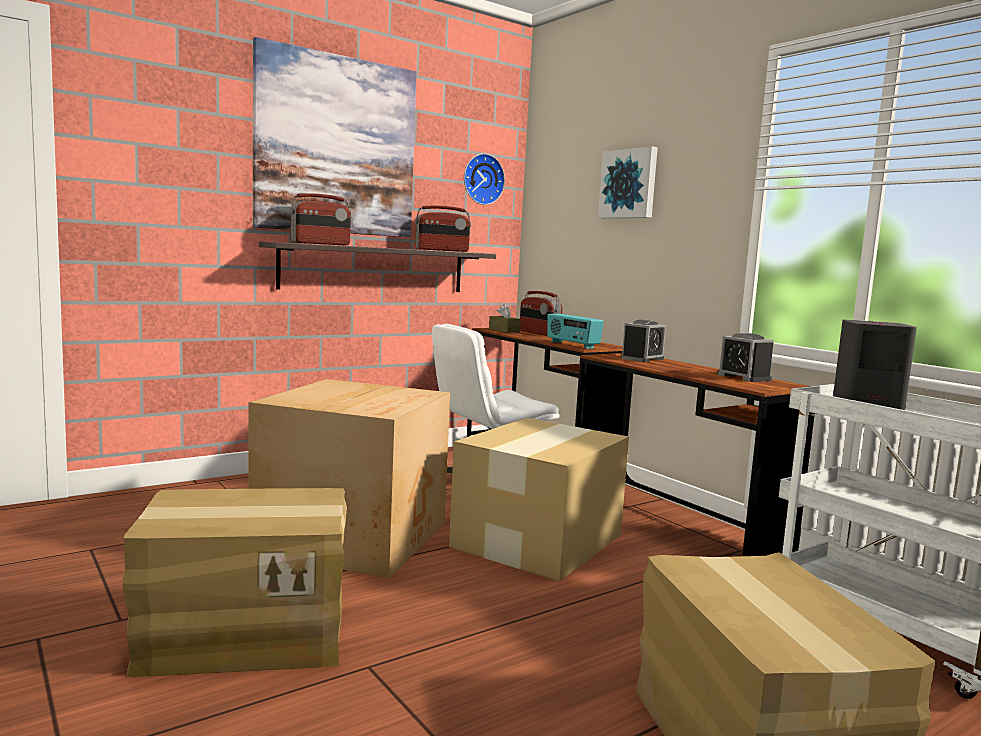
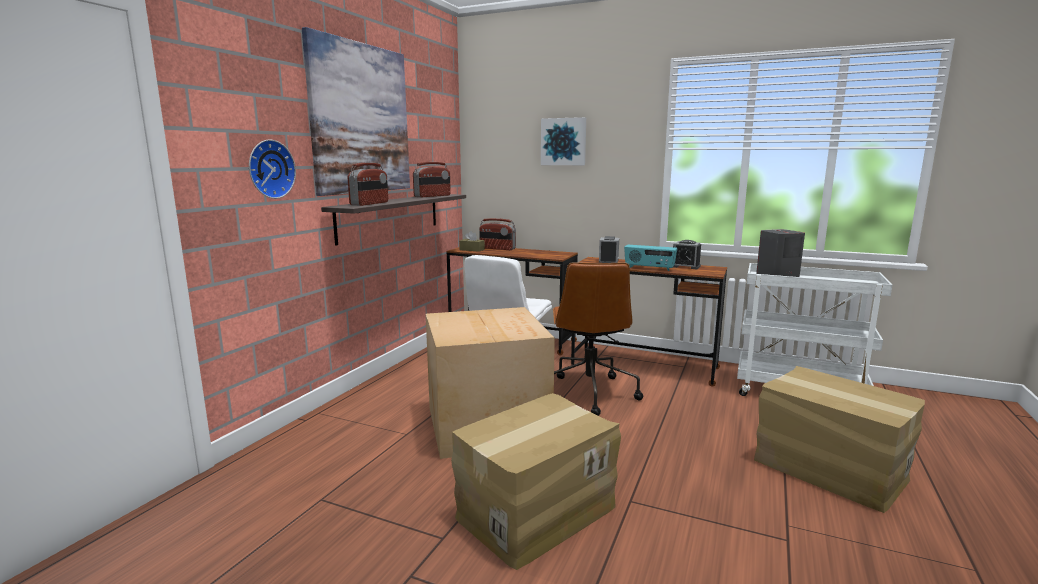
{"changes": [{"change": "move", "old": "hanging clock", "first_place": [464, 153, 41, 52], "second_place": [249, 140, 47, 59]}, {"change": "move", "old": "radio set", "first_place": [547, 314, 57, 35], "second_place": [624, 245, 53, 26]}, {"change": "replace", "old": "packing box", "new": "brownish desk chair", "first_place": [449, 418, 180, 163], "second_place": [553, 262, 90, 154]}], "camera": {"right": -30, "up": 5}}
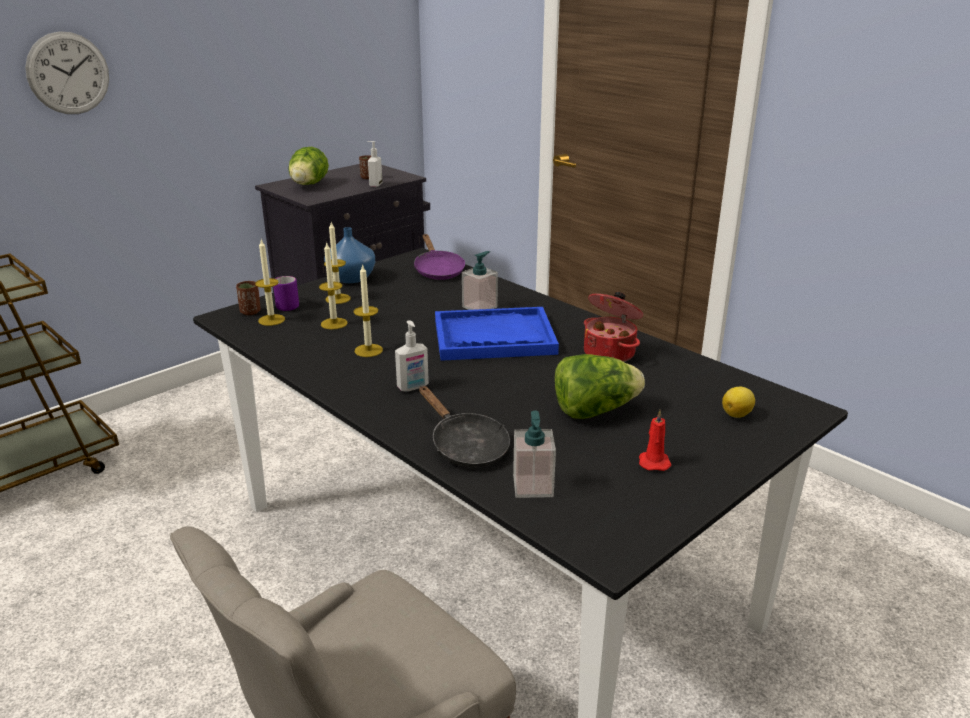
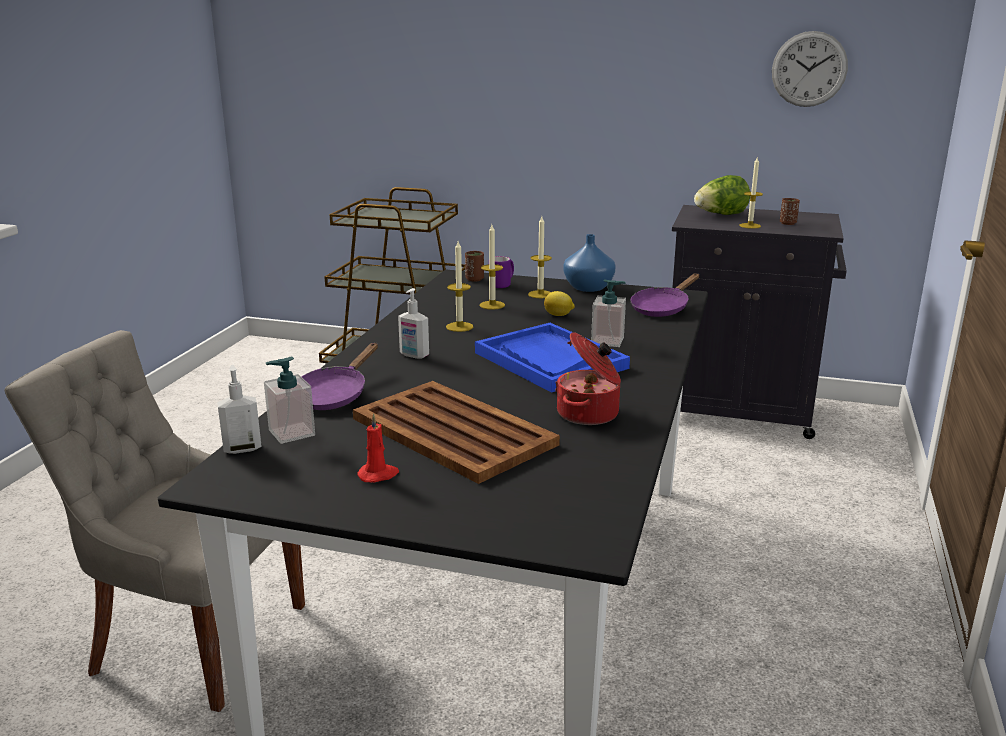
{"changes": [{"change": "move", "old": "hanging clock", "first_place": [25, 31, 84, 83], "second_place": [772, 31, 76, 76]}, {"change": "move", "old": "wax candle", "first_place": [255, 240, 30, 86], "second_place": [739, 156, 24, 73]}, {"change": "move", "old": "soap dispenser", "first_place": [367, 141, 15, 46], "second_place": [217, 365, 45, 89]}, {"change": "move", "old": "citrus fruit", "first_place": [722, 387, 33, 31], "second_place": [544, 291, 31, 25]}, {"change": "replace", "old": "lettuce", "new": "brownish serving tray", "first_place": [555, 354, 90, 65], "second_place": [353, 381, 207, 103]}, {"change": "recolor", "old": "blackish skillet", "new": "purple-coloured skillet", "first_place": [419, 386, 91, 82], "second_place": [301, 343, 77, 67]}], "camera": {"right": 60, "up": -5}}
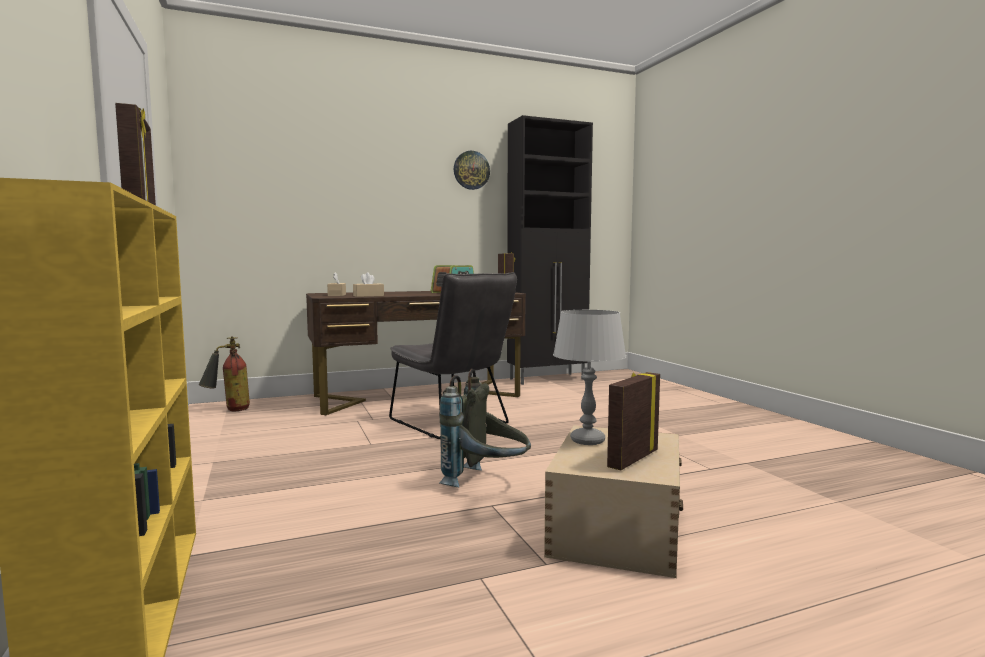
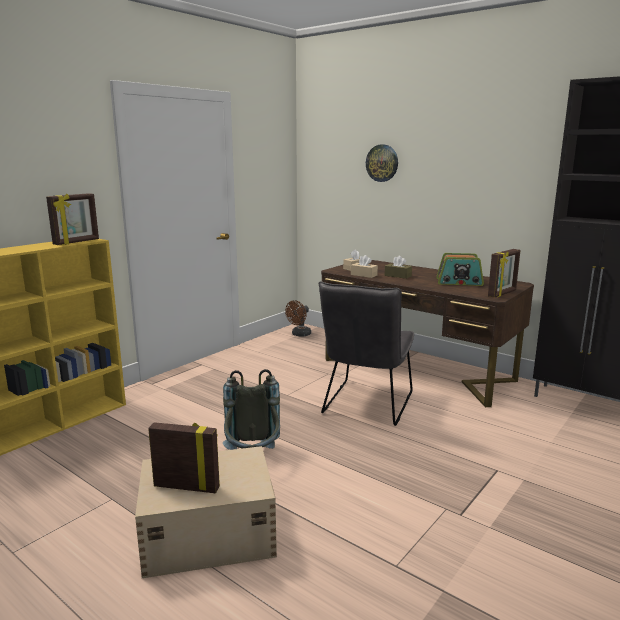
{"changes": [{"change": "delete", "old": "gray lamp for a table", "first_place": [553, 310, 73, 135]}, {"change": "insert", "new": "brownish tissue holder", "second_place": [385, 256, 27, 23]}, {"change": "move", "old": "hanging clock", "first_place": [454, 151, 36, 39], "second_place": [366, 145, 32, 37]}, {"change": "replace", "old": "extinguisher", "new": "brownish electric fan", "first_place": [199, 336, 51, 75], "second_place": [285, 300, 26, 37]}], "camera": {"right": 60, "up": 10}}
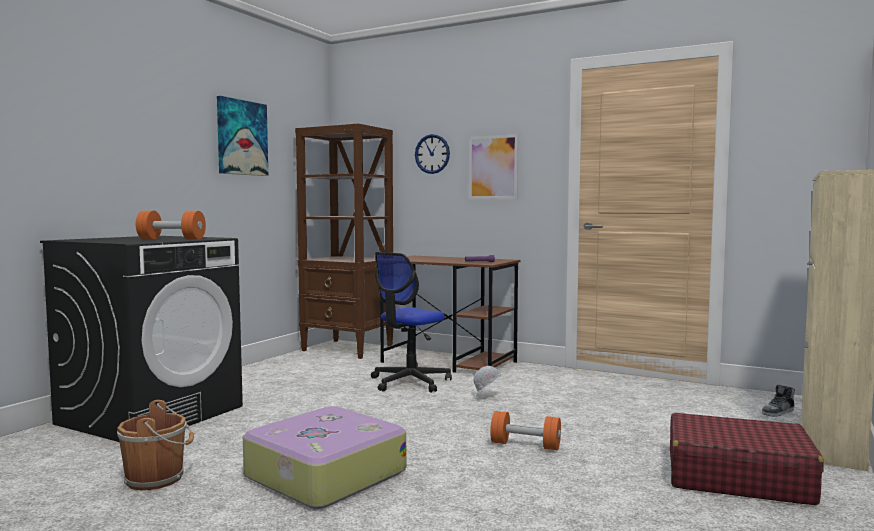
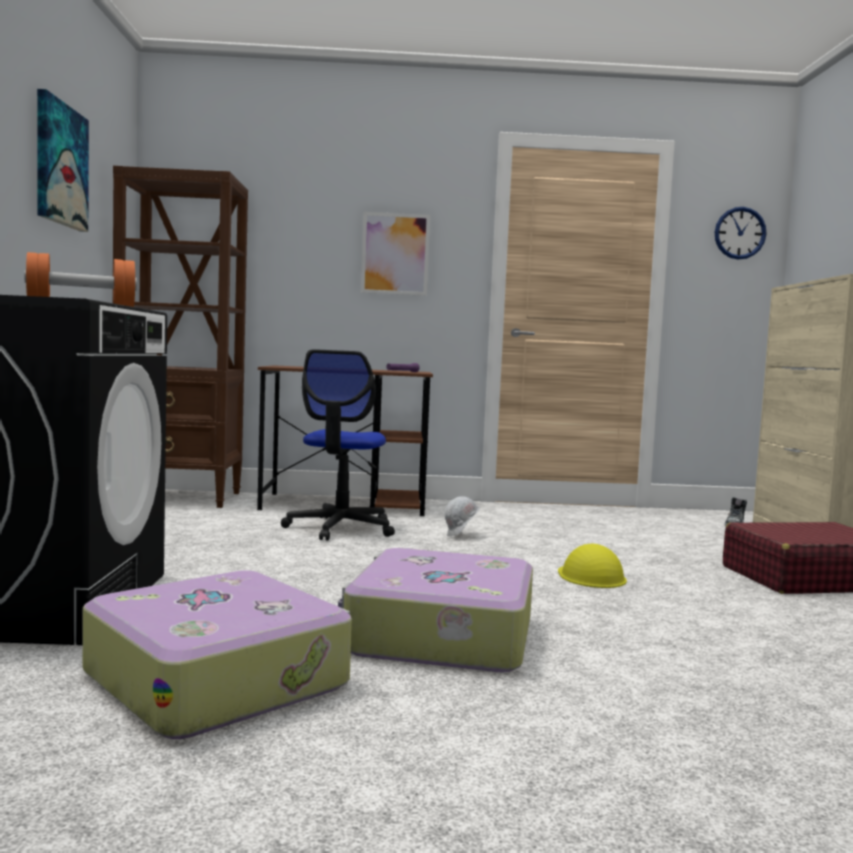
{"changes": [{"change": "move", "old": "hanging clock", "first_place": [415, 134, 35, 40], "second_place": [715, 207, 51, 53]}, {"change": "replace", "old": "brownish bucket", "new": "travel case", "first_place": [117, 400, 77, 91], "second_place": [82, 570, 270, 169]}, {"change": "replace", "old": "orange-coloured dumbbell", "new": "yellowish safety helmet", "first_place": [490, 411, 71, 39], "second_place": [558, 543, 69, 45]}], "camera": {"right": -30, "up": 0}}
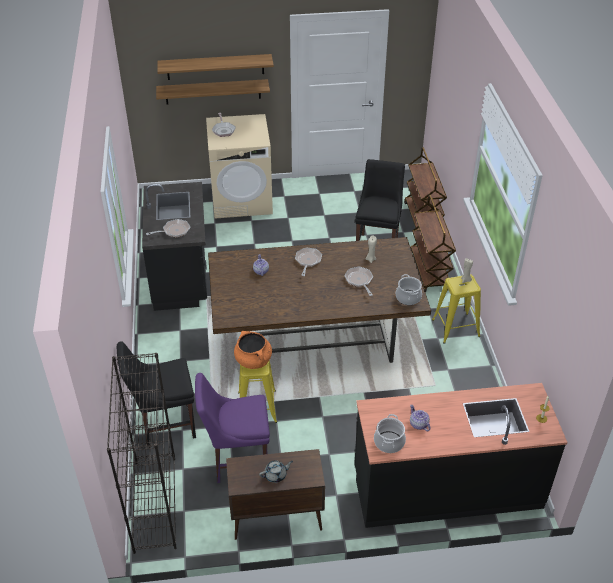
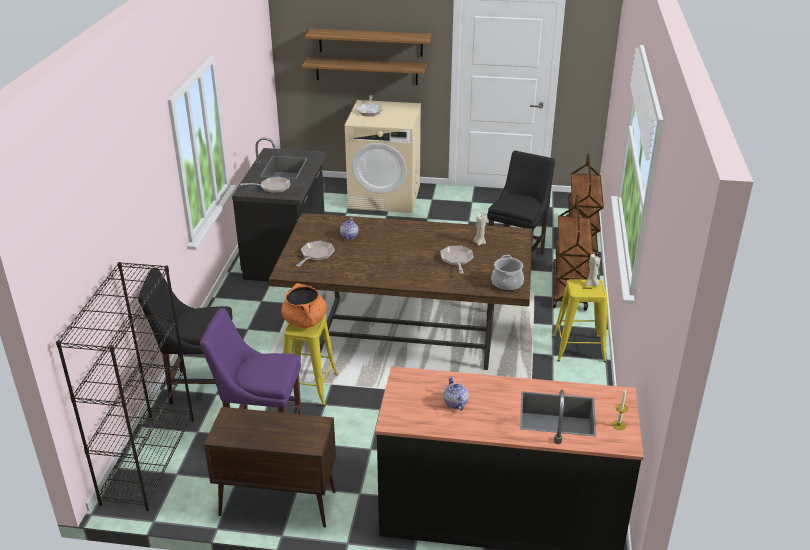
{"changes": [{"change": "delete", "old": "gray tea pot", "first_place": [259, 460, 34, 23]}, {"change": "delete", "old": "cooking pot", "first_place": [374, 414, 32, 39]}, {"change": "move", "old": "skillet", "first_place": [295, 248, 27, 28], "second_place": [296, 241, 39, 26]}], "camera": {"right": 15, "up": -10}}
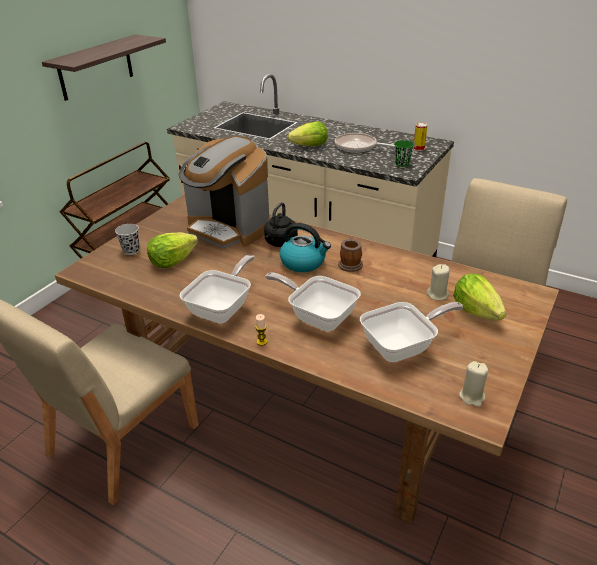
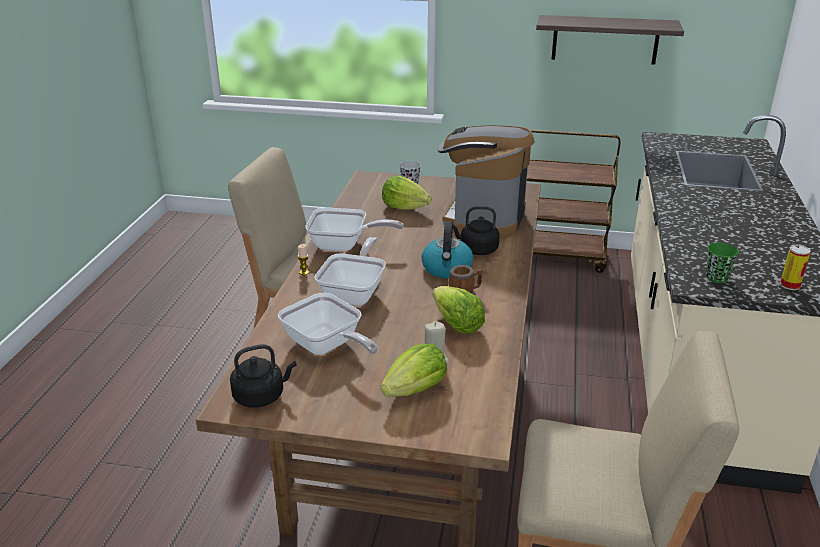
{"changes": [{"change": "delete", "old": "skillet", "first_place": [335, 133, 60, 20]}, {"change": "move", "old": "lettuce", "first_place": [287, 122, 41, 24], "second_place": [433, 286, 52, 48]}, {"change": "replace", "old": "beige-coloured wax candle", "new": "blackish kettle", "first_place": [459, 361, 29, 46], "second_place": [230, 344, 67, 64]}], "camera": {"right": 70, "up": -5}}
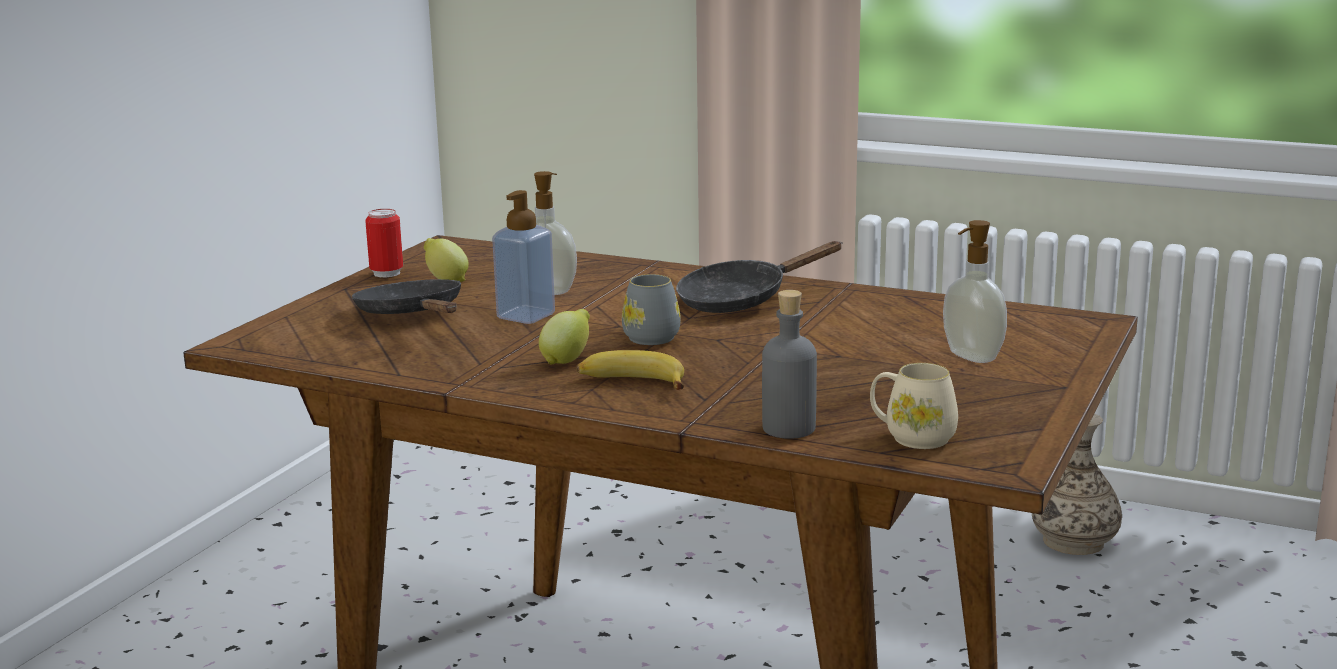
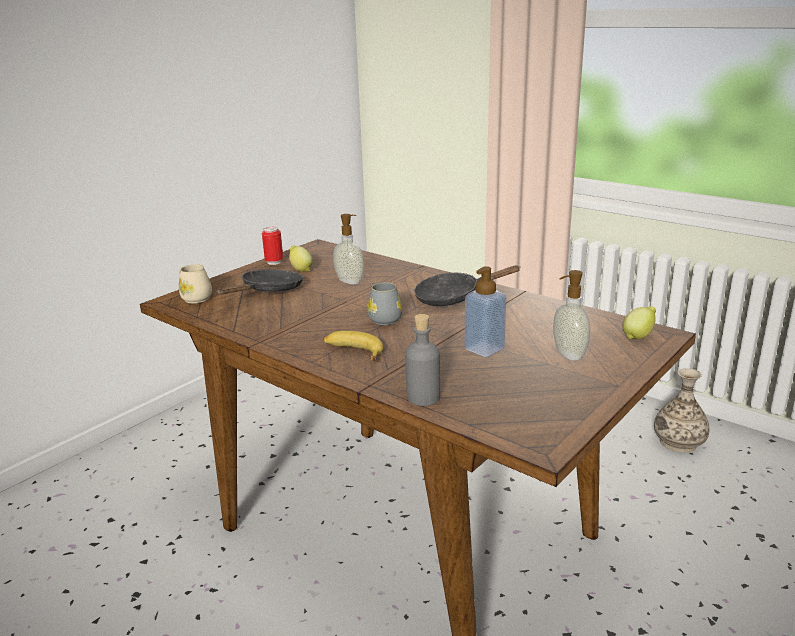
{"changes": [{"change": "move", "old": "soap dispenser", "first_place": [492, 190, 63, 134], "second_place": [465, 266, 41, 91]}, {"change": "move", "old": "citrus fruit", "first_place": [539, 309, 51, 56], "second_place": [623, 306, 33, 33]}, {"change": "move", "old": "beige-coloured coffee mug", "first_place": [870, 363, 88, 86], "second_place": [179, 264, 33, 39]}, {"change": "rotate", "old": "blackish skillet", "first_place": [352, 279, 109, 35], "second_place": [216, 270, 87, 25], "degrees": 45}], "camera": {"right": 15, "up": 5}}
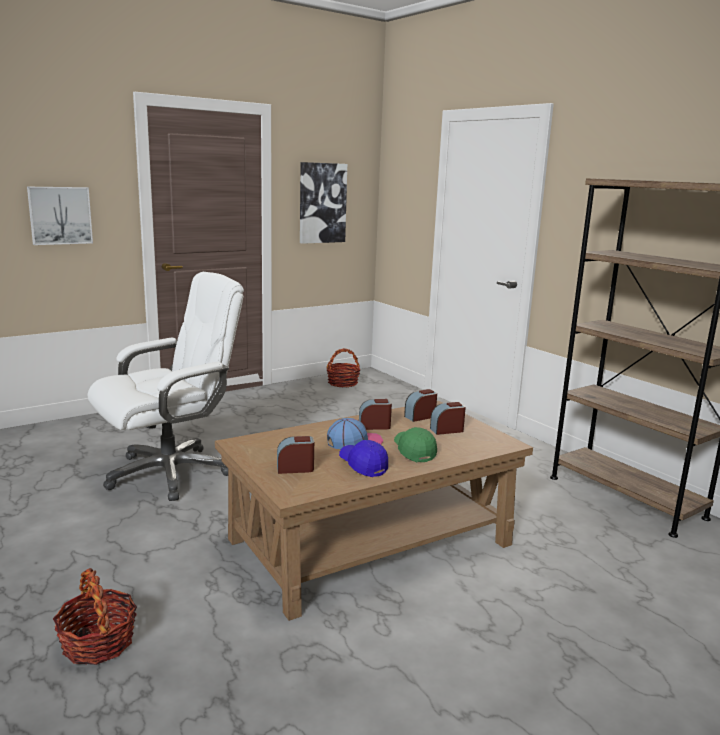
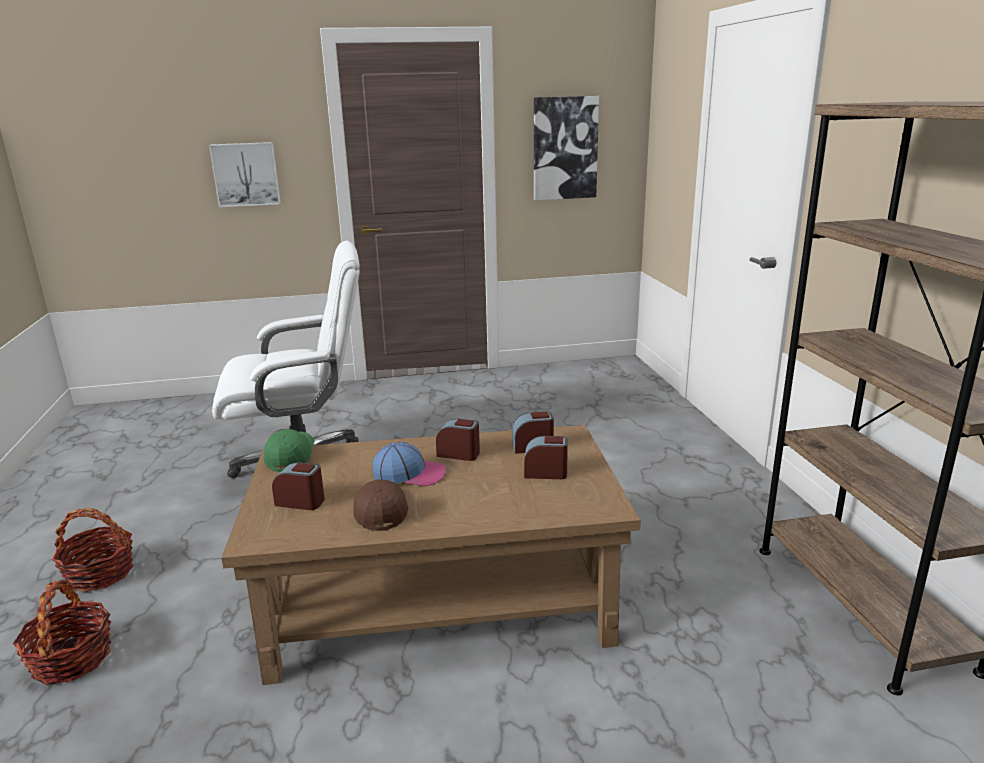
{"changes": [{"change": "move", "old": "storage basket", "first_place": [327, 348, 33, 39], "second_place": [52, 508, 82, 84]}, {"change": "move", "old": "green baseball cap", "first_place": [394, 427, 43, 35], "second_place": [264, 429, 50, 43]}, {"change": "recolor", "old": "bluish baseball cap", "new": "brownish baseball cap", "first_place": [339, 440, 49, 37], "second_place": [353, 479, 55, 52]}], "camera": {"right": 25, "up": 5}}
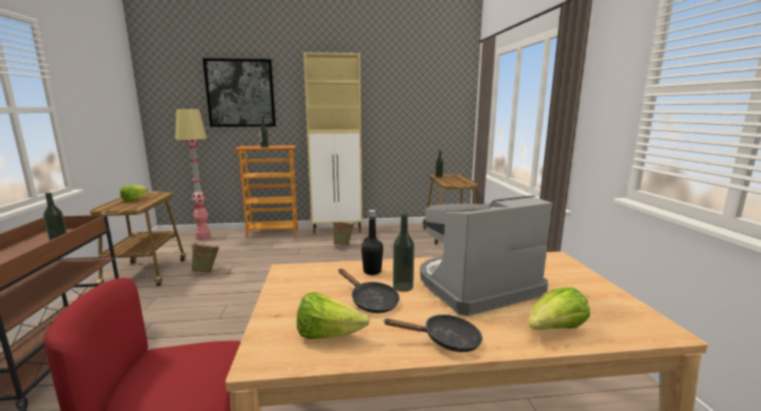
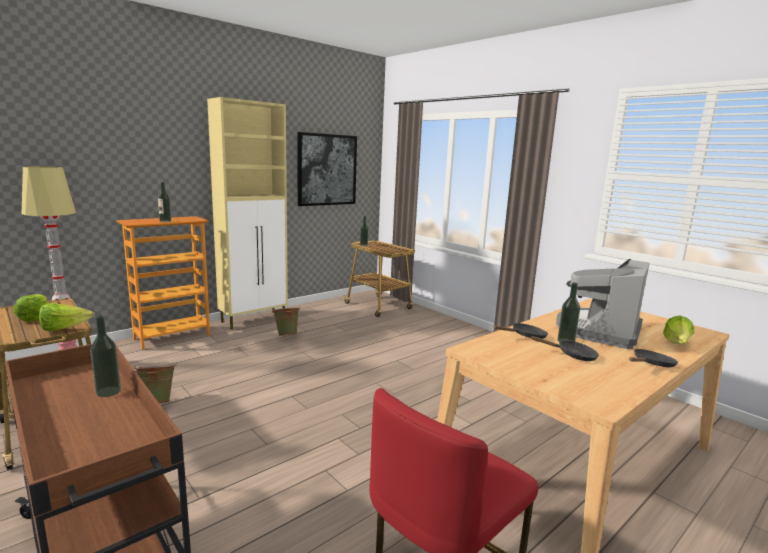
{"changes": [{"change": "move", "old": "picture", "first_place": [203, 58, 73, 69], "second_place": [297, 132, 60, 74]}, {"change": "move", "old": "lettuce", "first_place": [297, 292, 73, 47], "second_place": [39, 303, 55, 28]}, {"change": "replace", "old": "blackish bottle", "new": "blackish skillet", "first_place": [361, 210, 22, 65], "second_place": [493, 323, 55, 16]}], "camera": {"right": -35, "up": 0}}
